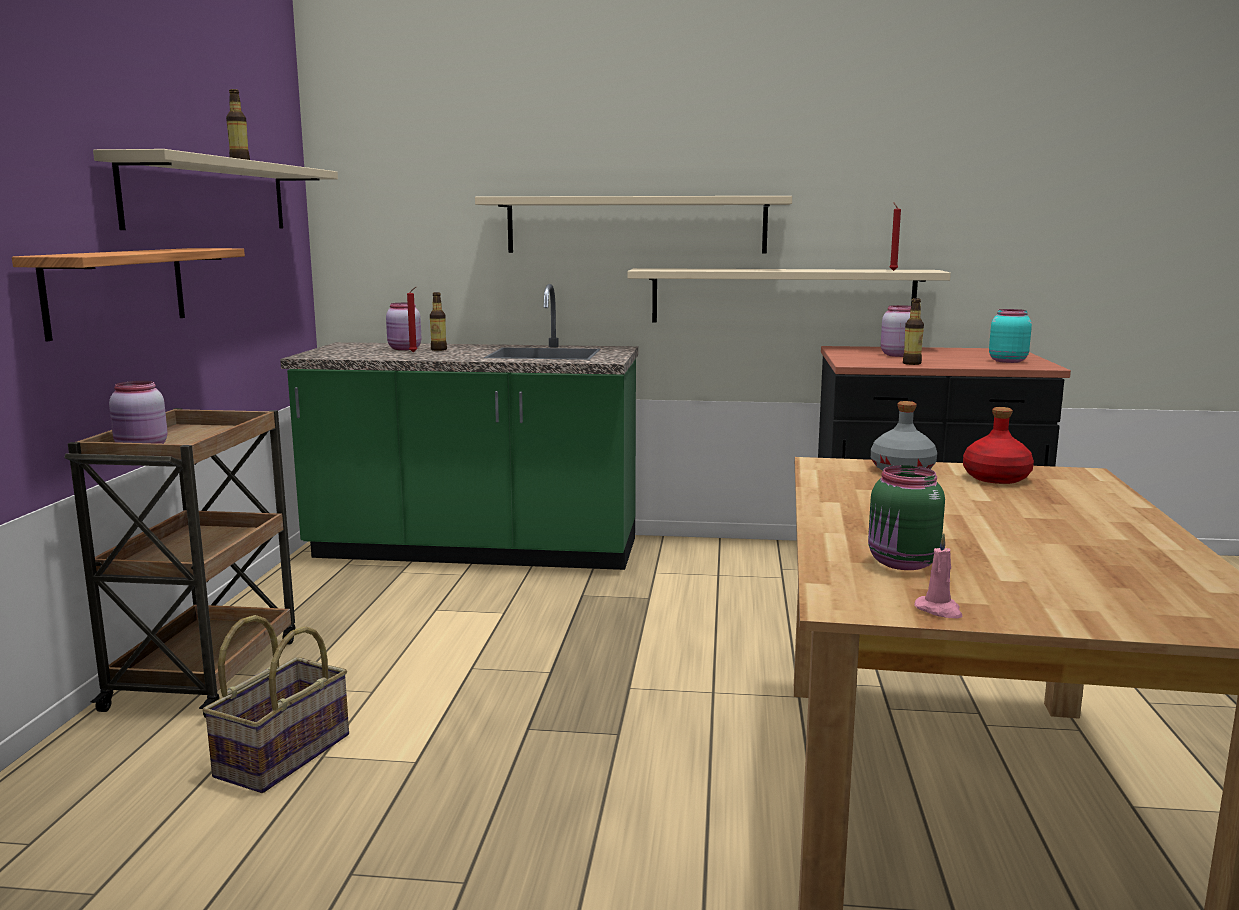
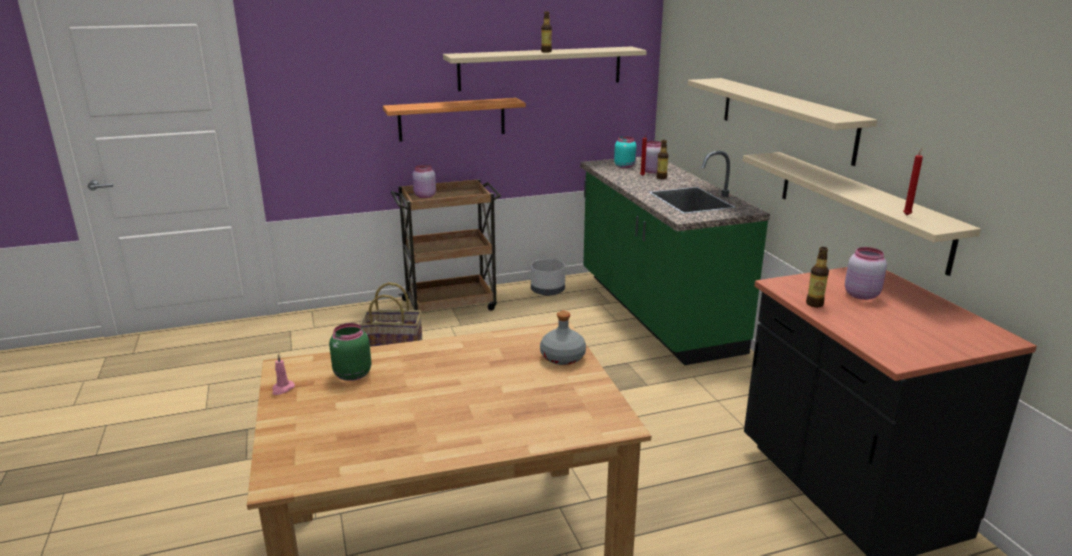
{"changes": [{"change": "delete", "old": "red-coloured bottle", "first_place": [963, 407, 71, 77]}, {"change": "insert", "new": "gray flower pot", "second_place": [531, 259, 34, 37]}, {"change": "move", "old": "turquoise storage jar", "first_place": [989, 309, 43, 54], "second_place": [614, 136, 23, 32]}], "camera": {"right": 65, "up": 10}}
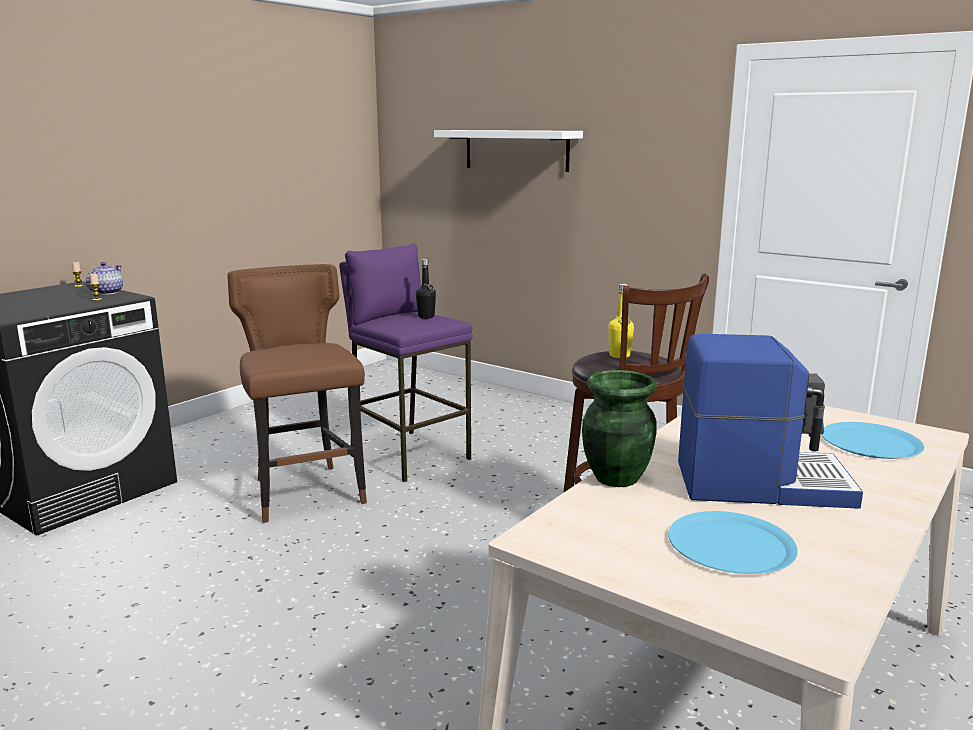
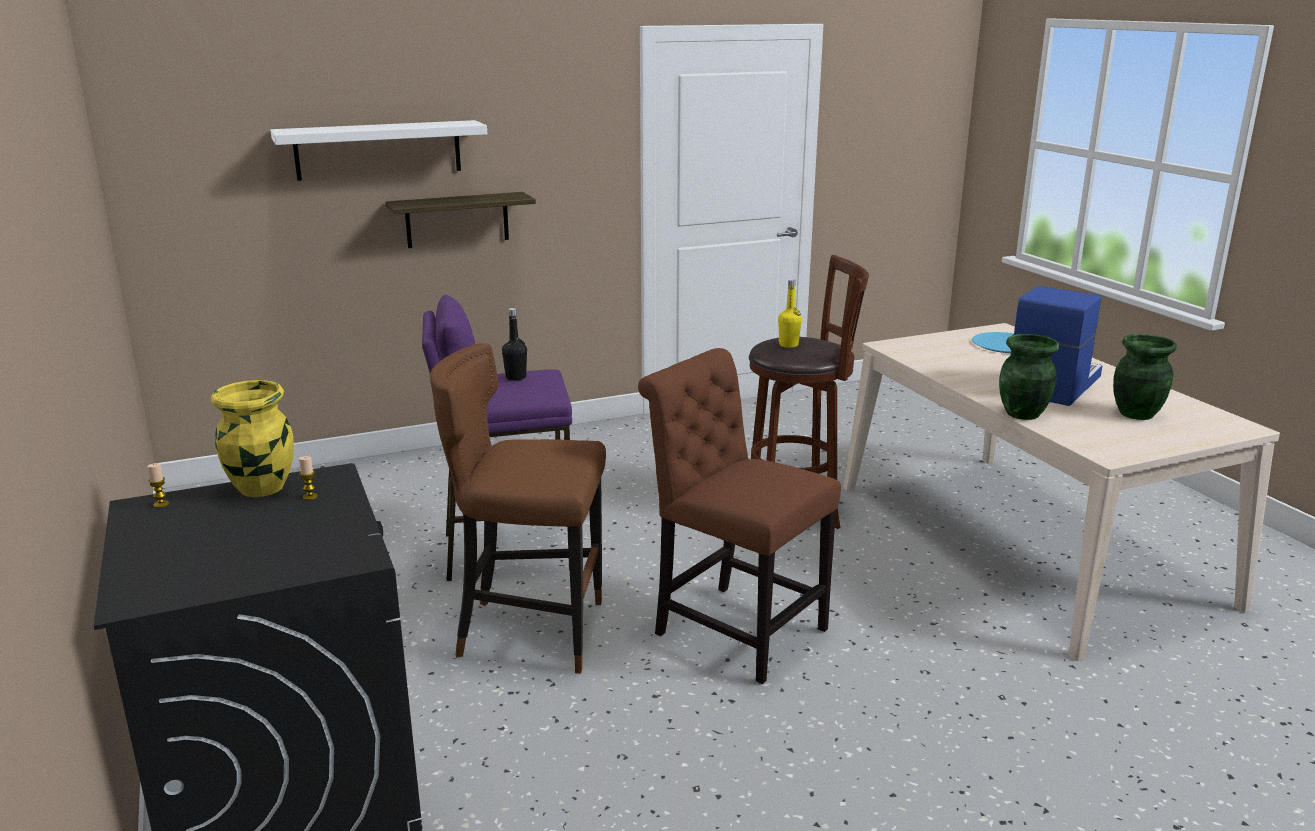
{"changes": [{"change": "insert", "new": "shelf", "second_place": [385, 192, 151, 56]}, {"change": "insert", "new": "brownish chair", "second_place": [638, 348, 203, 336]}, {"change": "replace", "old": "tea pot", "new": "yellowish vase", "first_place": [86, 262, 37, 33], "second_place": [211, 380, 83, 117]}, {"change": "replace", "old": "bluish flat dish", "new": "green vase", "first_place": [668, 511, 130, 63], "second_place": [1113, 334, 64, 86]}], "camera": {"right": -60, "up": 5}}
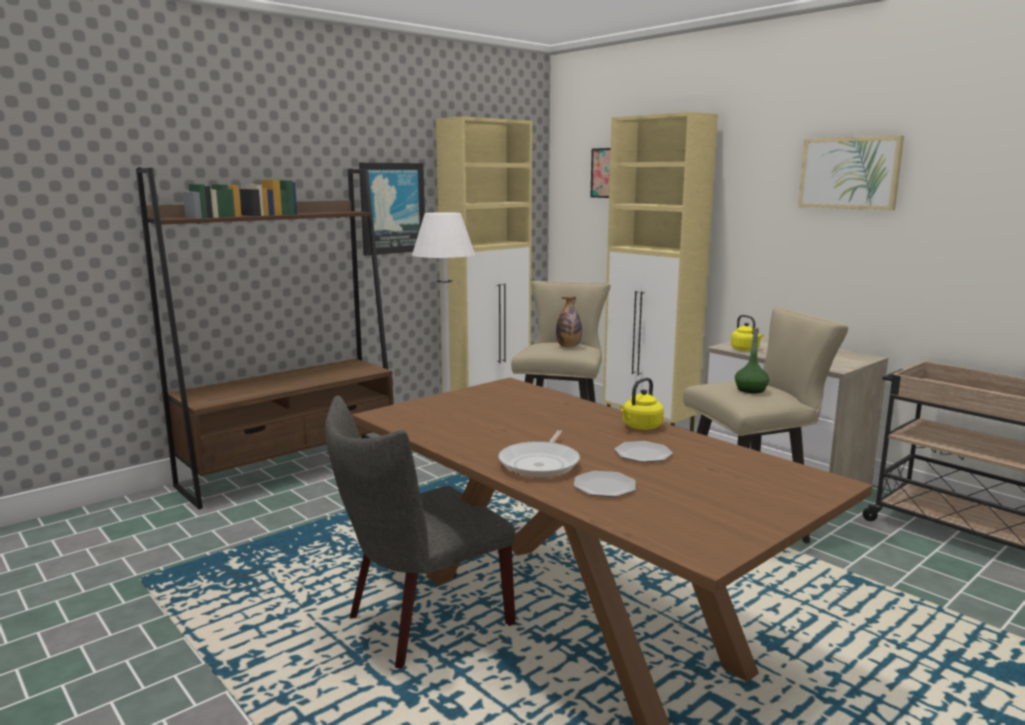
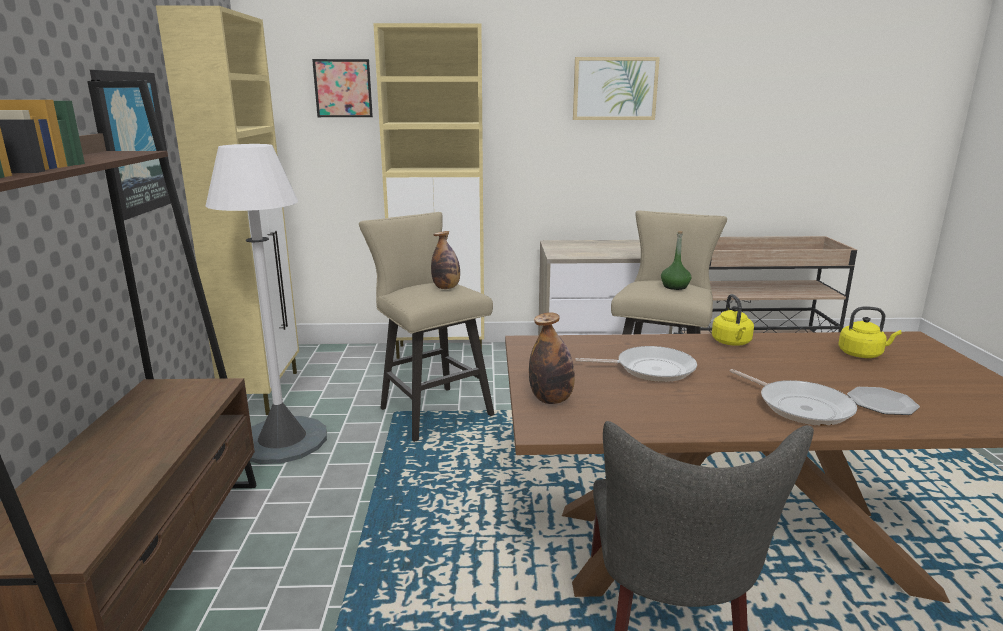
{"changes": [{"change": "delete", "old": "flat dish", "first_place": [614, 441, 59, 21]}, {"change": "insert", "new": "bottle", "second_place": [529, 312, 46, 92]}, {"change": "insert", "new": "skillet", "second_place": [575, 346, 122, 36]}, {"change": "move", "old": "yellowish kettle", "first_place": [731, 315, 33, 36], "second_place": [838, 306, 64, 52]}], "camera": {"right": -50, "up": 5}}
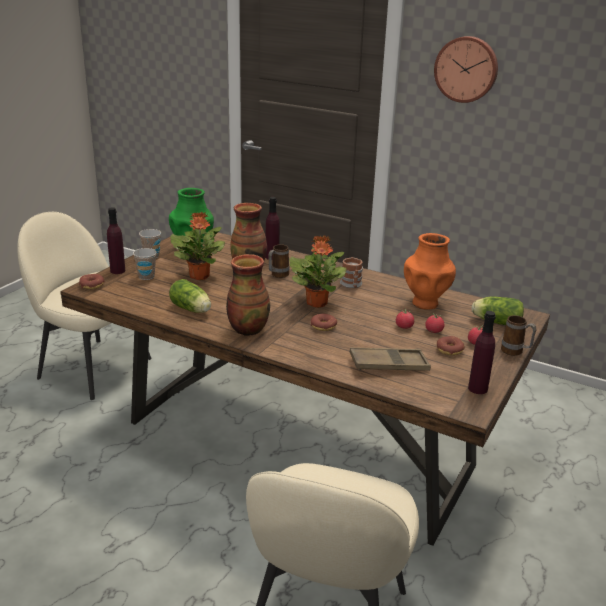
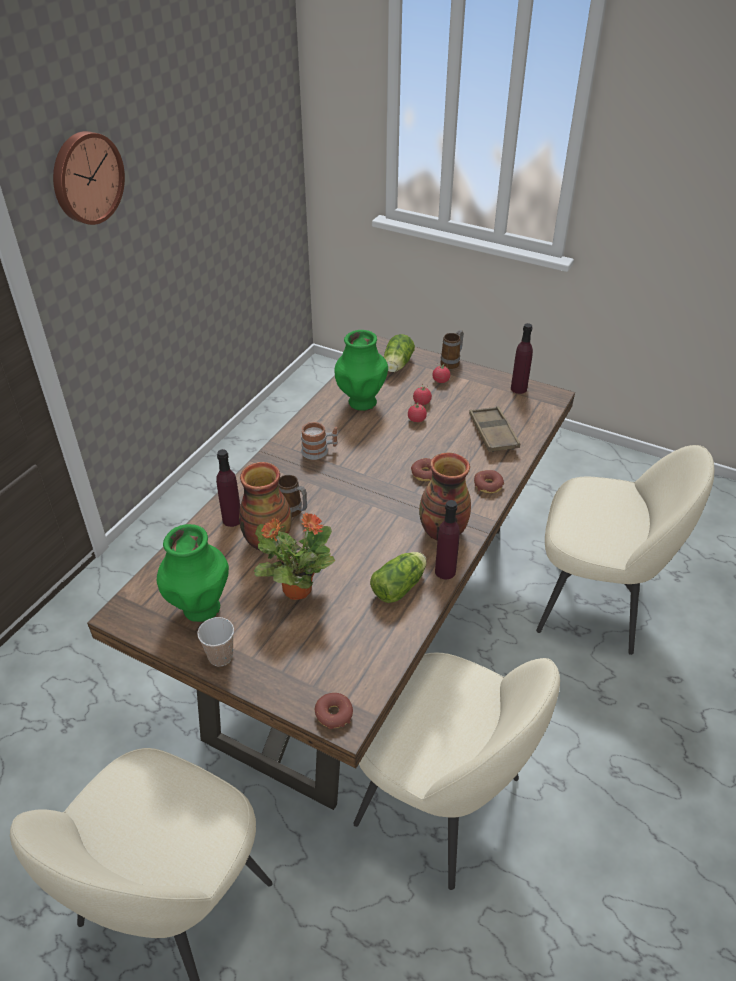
{"changes": [{"change": "delete", "old": "cup", "first_place": [133, 248, 24, 32]}, {"change": "delete", "old": "houseplant", "first_place": [289, 235, 58, 73]}, {"change": "insert", "new": "beige-coloured chair", "second_place": [354, 652, 206, 238]}, {"change": "move", "old": "purple-coloured bottle", "first_place": [107, 207, 18, 67], "second_place": [435, 500, 25, 79]}, {"change": "move", "old": "doughnut", "first_place": [437, 336, 28, 19], "second_place": [474, 470, 30, 23]}, {"change": "recolor", "old": "orange-coloured vase", "new": "green vase", "first_place": [404, 233, 52, 77], "second_place": [334, 330, 54, 81]}], "camera": {"right": -90, "up": 15}}
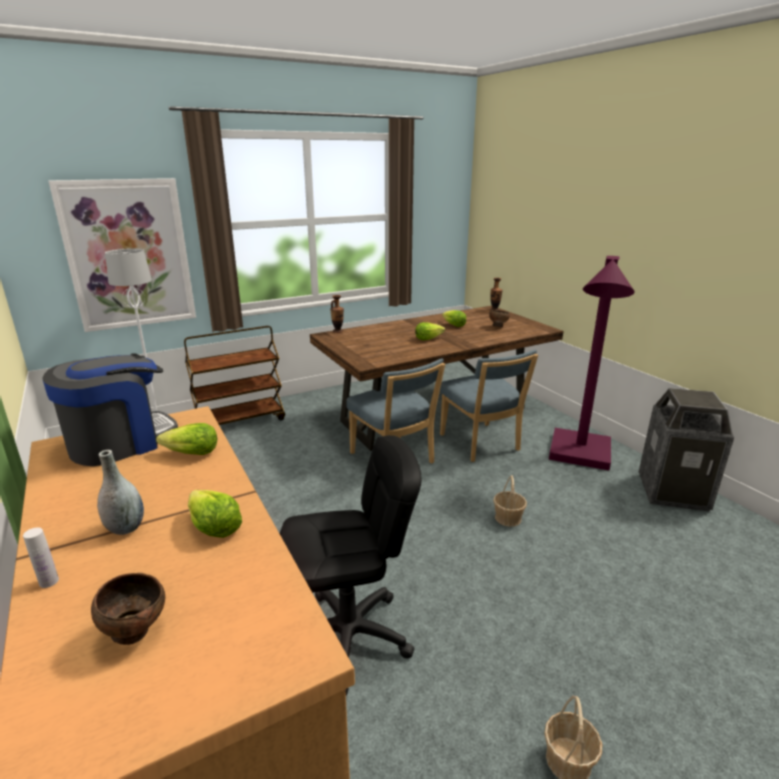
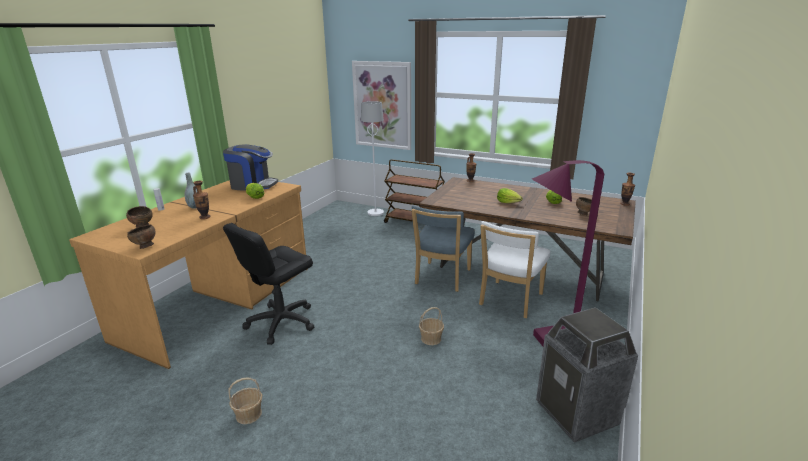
{"changes": [{"change": "insert", "new": "brownish serving bowl", "second_place": [127, 225, 28, 24]}, {"change": "replace", "old": "lettuce", "new": "vase", "first_place": [188, 490, 54, 48], "second_place": [193, 181, 17, 38]}, {"change": "recolor", "old": "bluish chair", "new": "white chair", "first_place": [440, 350, 98, 112], "second_place": [479, 221, 72, 97]}, {"change": "rotate", "old": "blackish desk chair", "first_place": [280, 435, 142, 261], "second_place": [223, 223, 91, 122], "degrees": 90}], "camera": {"right": 55, "up": 0}}
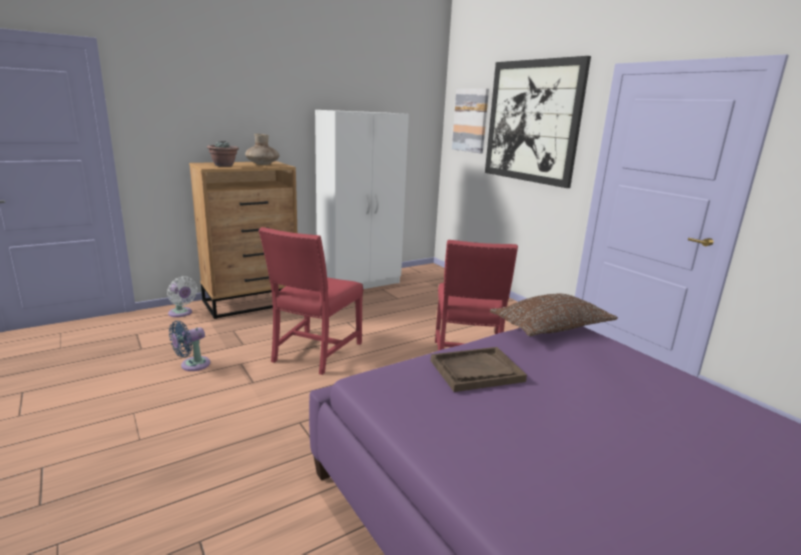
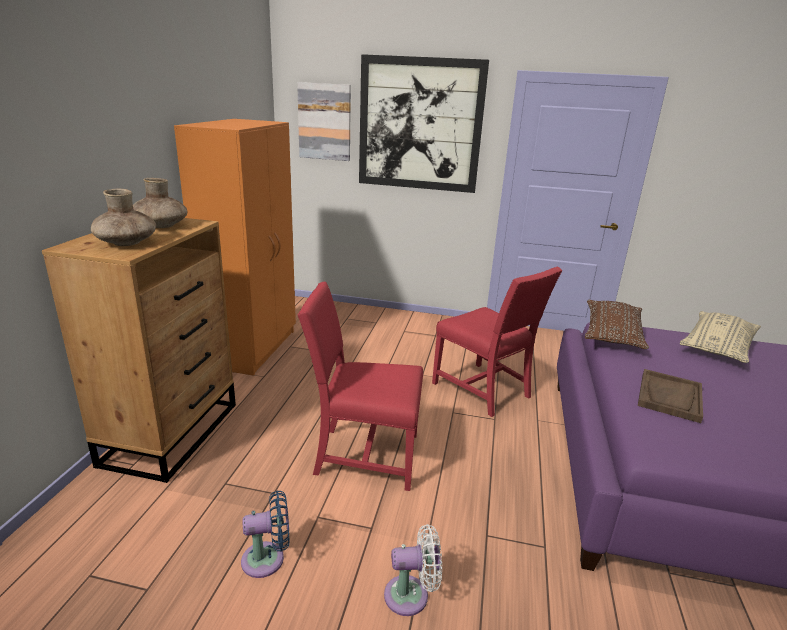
{"changes": [{"change": "insert", "new": "beige-coloured pillow", "second_place": [680, 311, 81, 52]}, {"change": "move", "old": "white electric fan", "first_place": [167, 276, 31, 41], "second_place": [384, 524, 58, 92]}, {"change": "replace", "old": "houseplant", "new": "brownish vase", "first_place": [207, 141, 32, 26], "second_place": [91, 189, 65, 57]}, {"change": "recolor", "old": "white clothes cupboard", "new": "orange-coloured clothes cupboard", "first_place": [315, 110, 94, 179], "second_place": [174, 119, 122, 257]}, {"change": "rotate", "old": "bluish electric fan", "first_place": [169, 321, 41, 50], "second_place": [241, 490, 48, 88], "degrees": -105}, {"change": "rotate", "old": "red-coloured chair", "first_place": [259, 227, 104, 148], "second_place": [298, 282, 125, 209], "degrees": 120}], "camera": {"right": -45, "up": 5}}
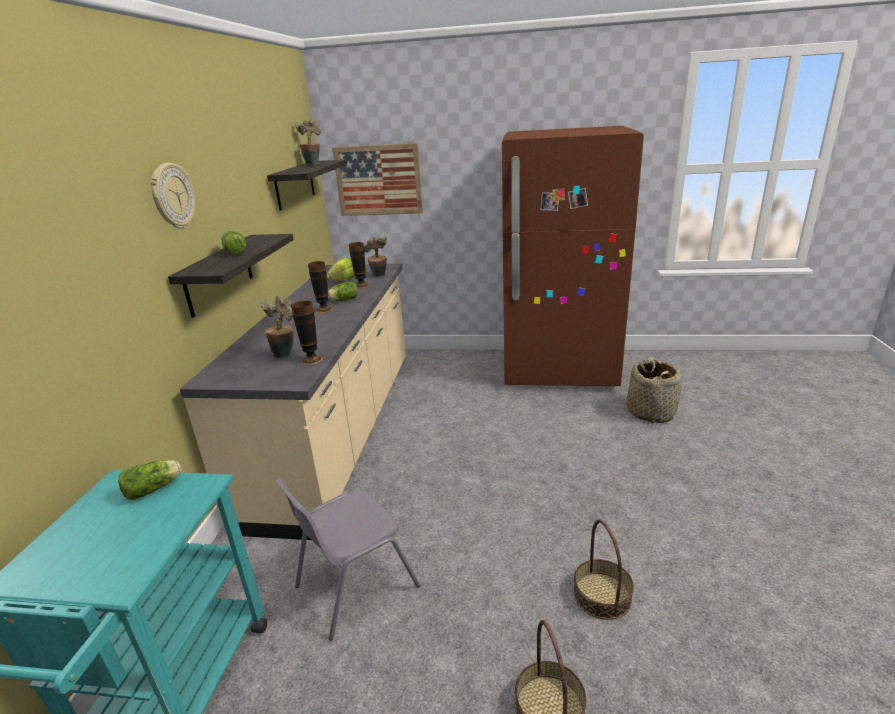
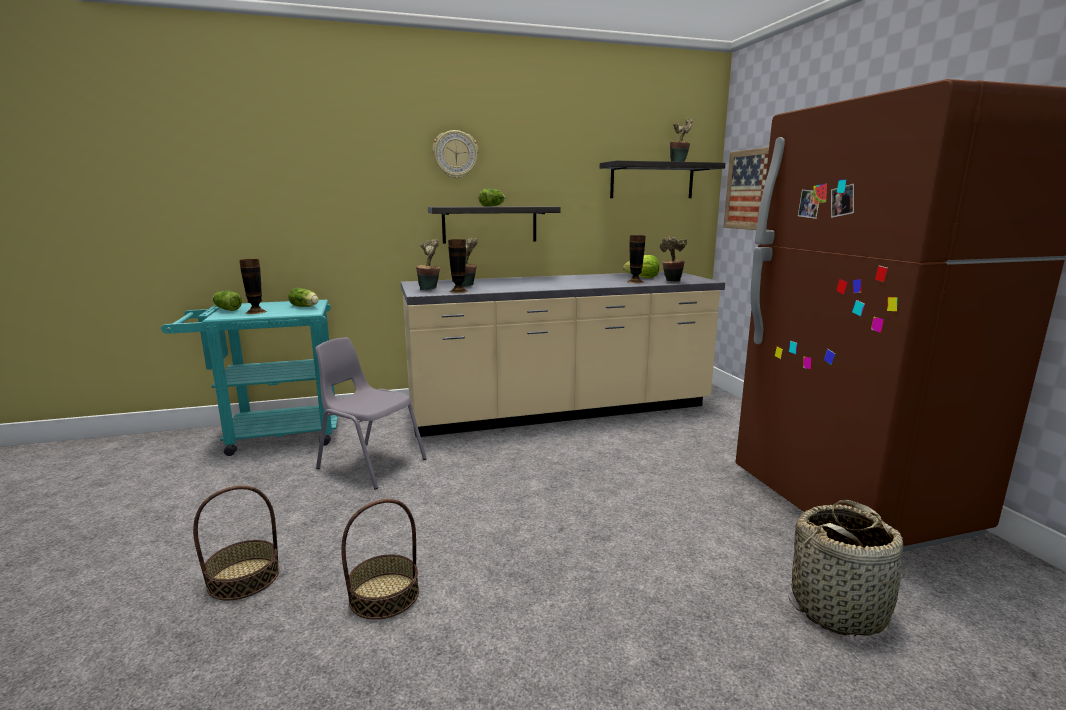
{"changes": [{"change": "insert", "new": "houseplant", "second_place": [416, 239, 24, 51]}, {"change": "move", "old": "vase", "first_place": [308, 261, 25, 52], "second_place": [239, 259, 28, 55]}, {"change": "move", "old": "lettuce", "first_place": [328, 281, 30, 20], "second_place": [212, 291, 30, 20]}], "camera": {"right": 65, "up": -10}}
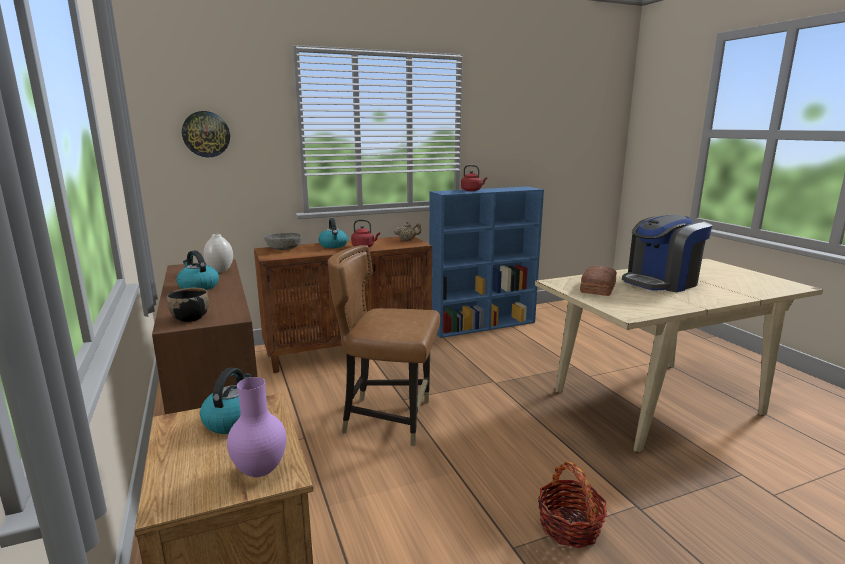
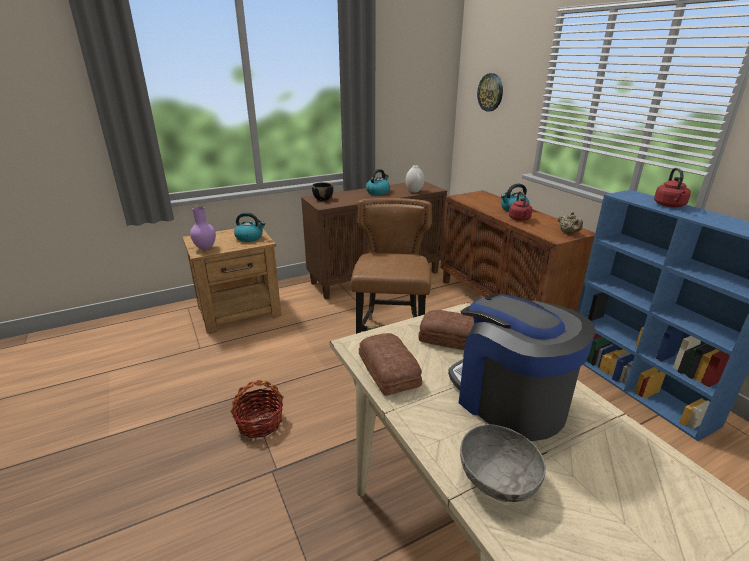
{"changes": [{"change": "insert", "new": "baked bread", "second_place": [359, 333, 63, 63]}, {"change": "move", "old": "gray serving bowl", "first_place": [264, 233, 38, 17], "second_place": [460, 424, 86, 78]}], "camera": {"right": 85, "up": 10}}
